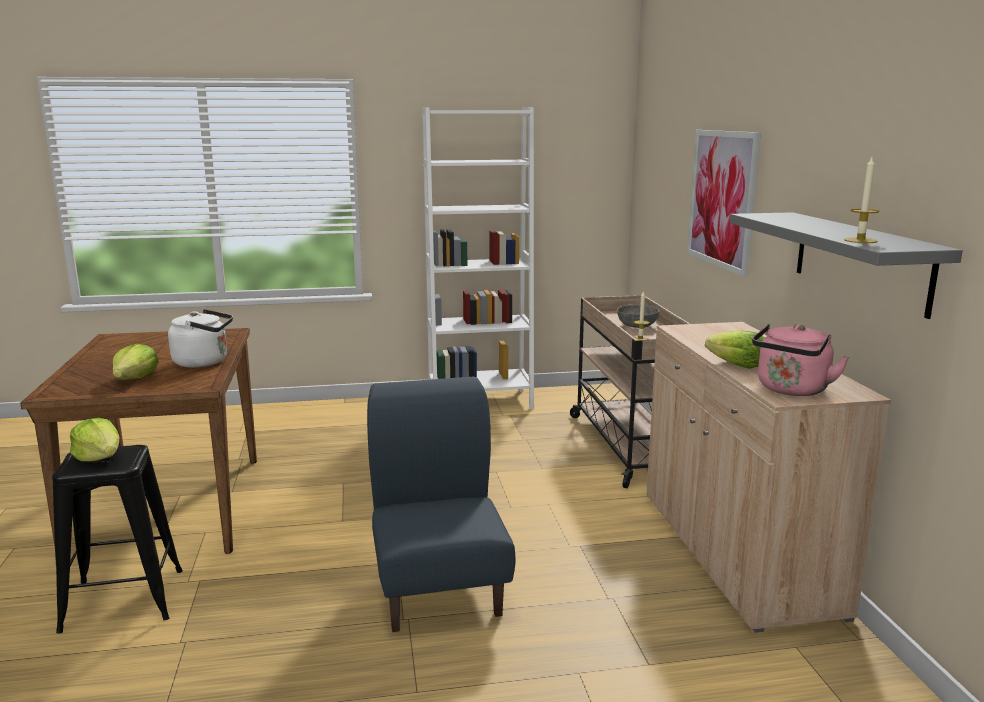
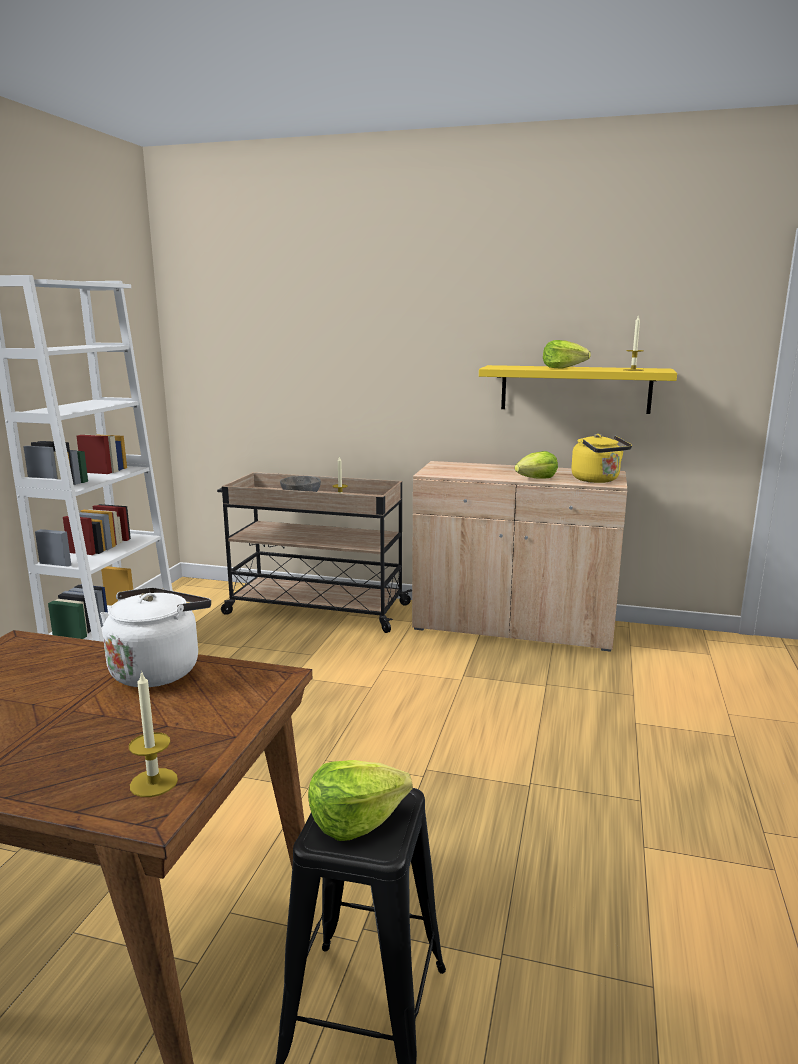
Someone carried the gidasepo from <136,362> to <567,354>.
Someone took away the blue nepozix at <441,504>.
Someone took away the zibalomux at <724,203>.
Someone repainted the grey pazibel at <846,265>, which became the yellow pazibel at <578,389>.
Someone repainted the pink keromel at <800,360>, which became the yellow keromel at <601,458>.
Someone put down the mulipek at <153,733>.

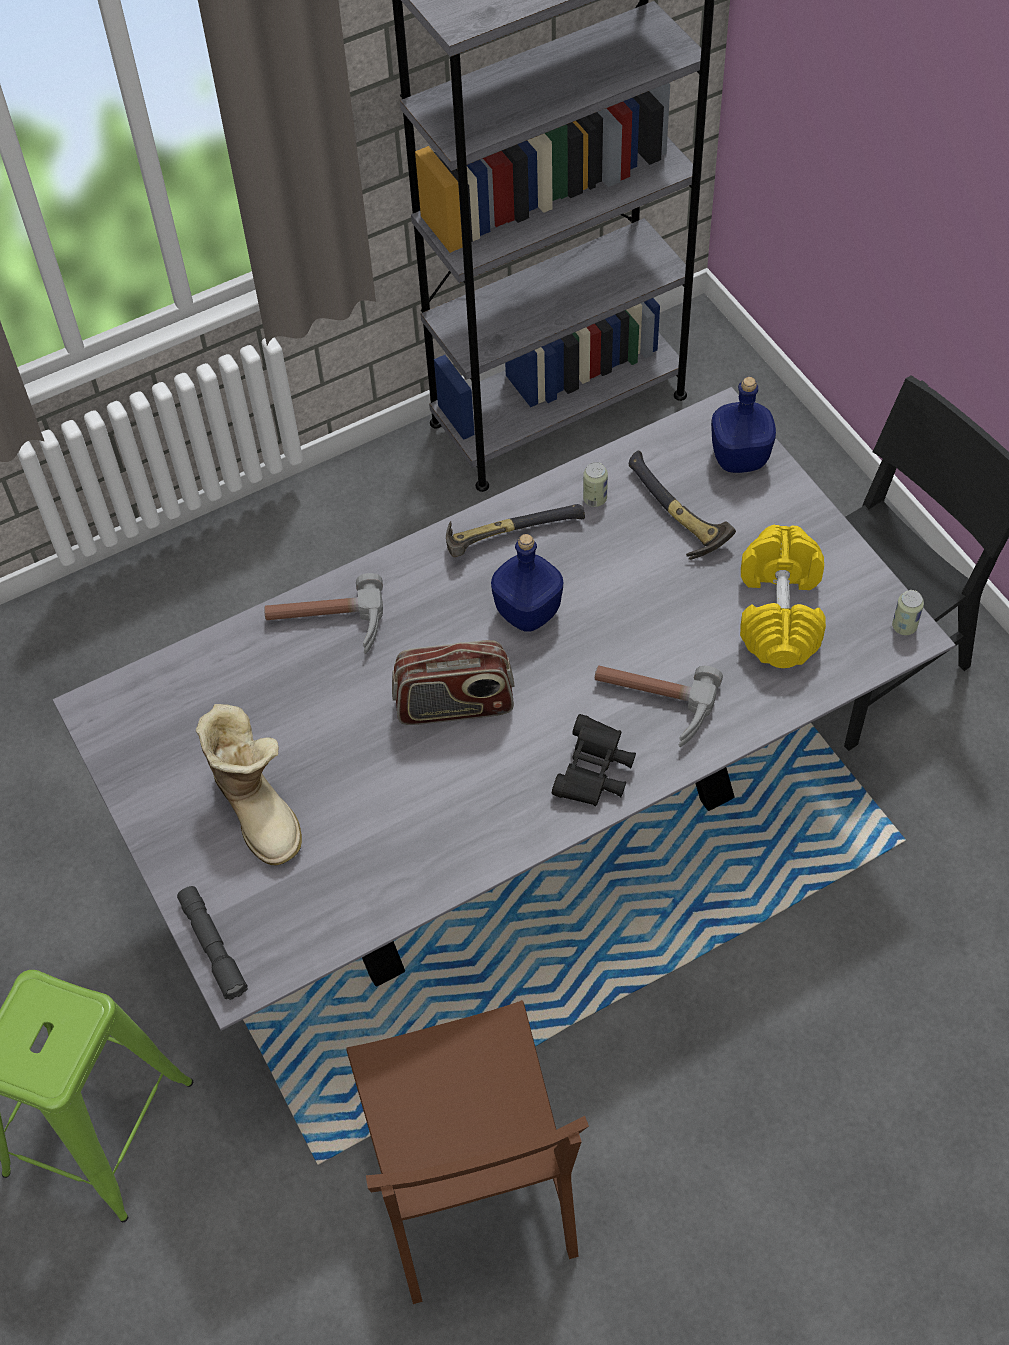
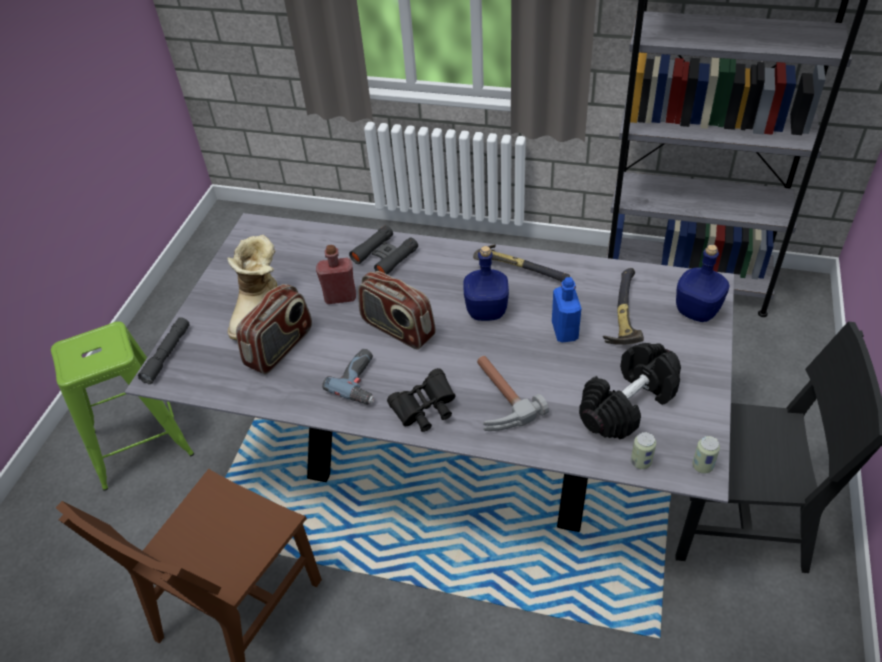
Someone swapped the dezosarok at <323,613> for the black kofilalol at <383,250>.
Someone carried the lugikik from <595,484> to <643,450>.
Someone repainted the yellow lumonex at <783,596>, which became the black lumonex at <630,391>.
Someone put down the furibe at <274,329>.
Someone put down the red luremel at <336,274>.
Someone put down the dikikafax at <348,377>.
Someone put down the blue luremel at <566,309>.

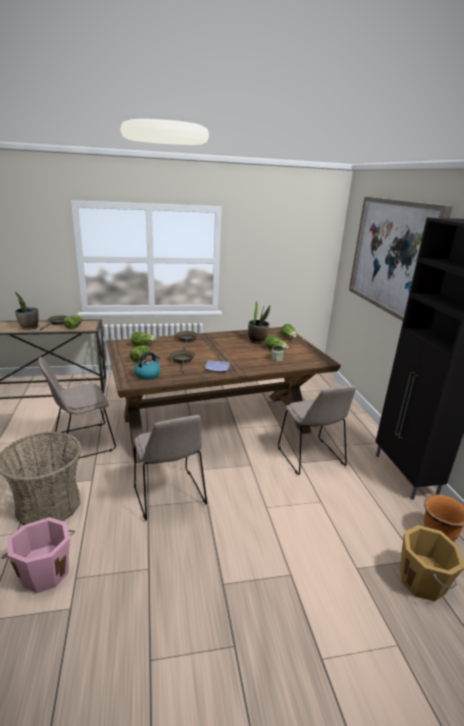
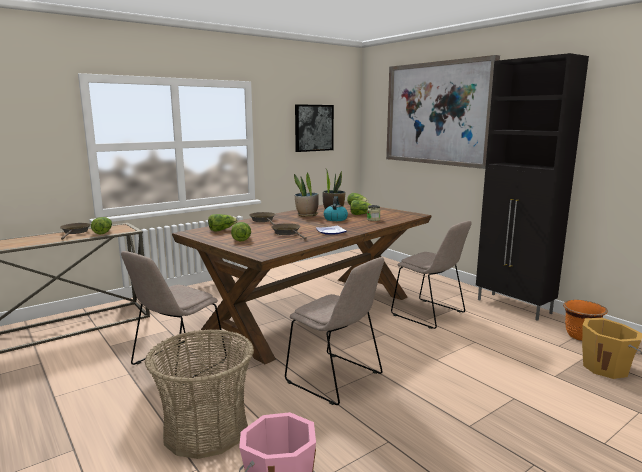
Someone carried the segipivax from <27,311> to <306,194>.
Someone carried the keromel from <147,366> to <336,208>.
Someone put up the zibalomux at <314,128>.

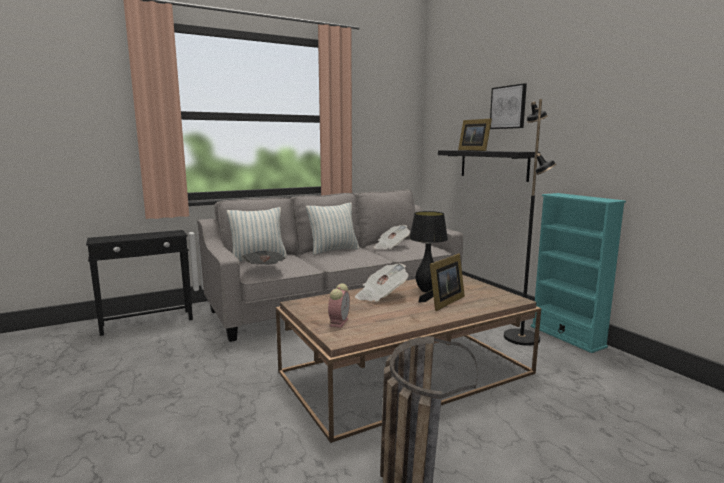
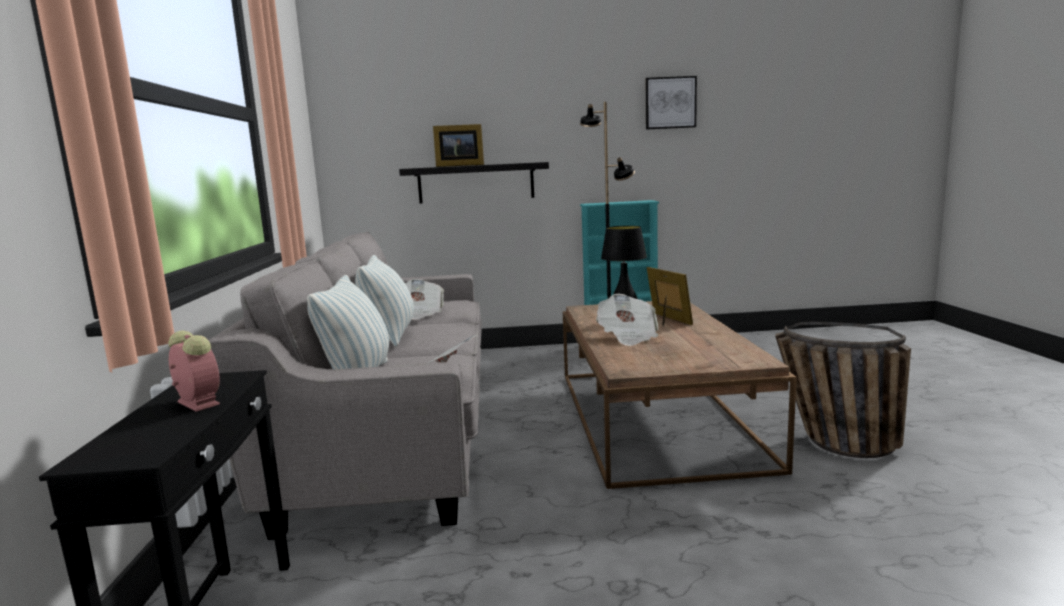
Someone carried the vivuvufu from <339,305> to <194,371>.
Someone carried the zibalomux from <508,106> to <671,103>.

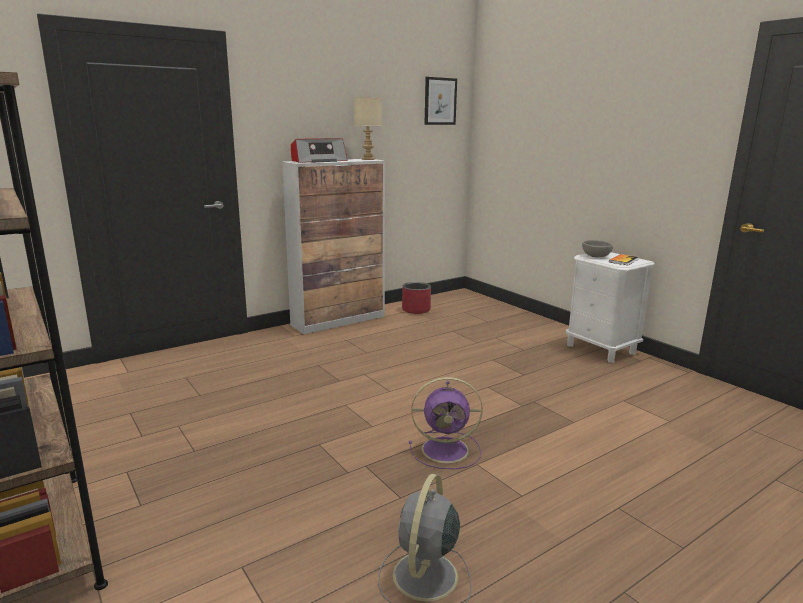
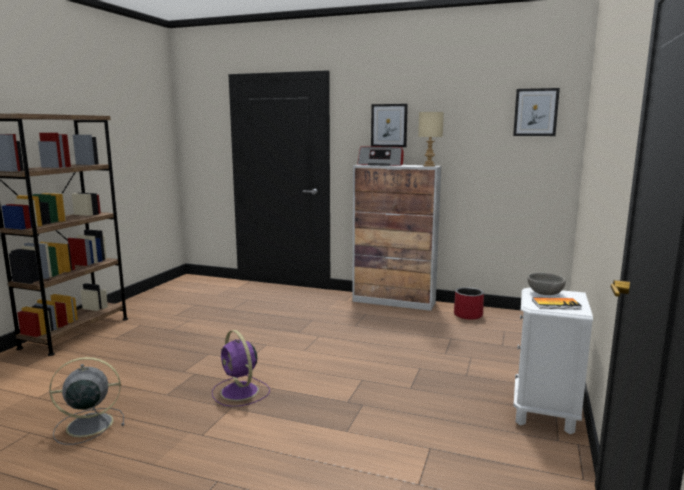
Someone put up the zibalomux at <389,125>.

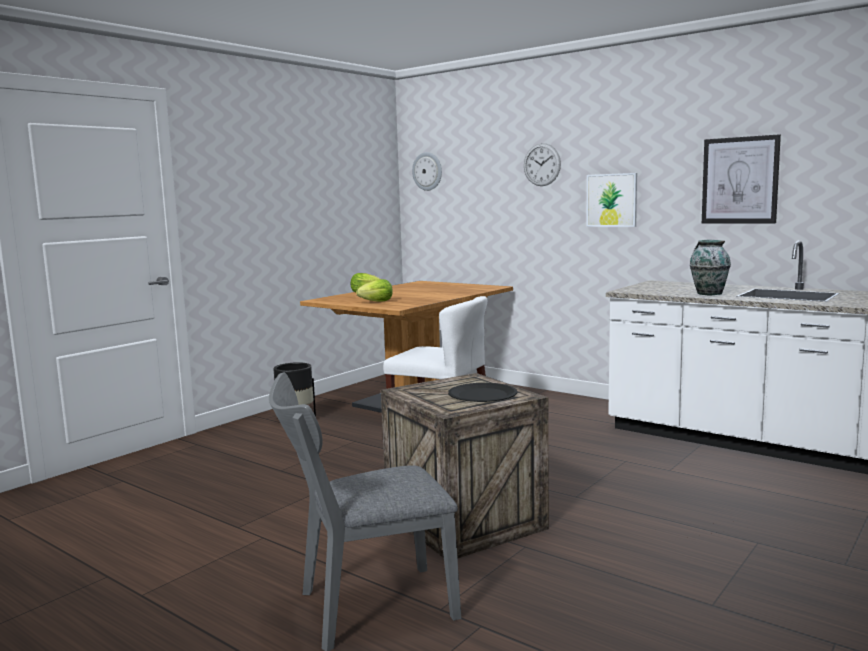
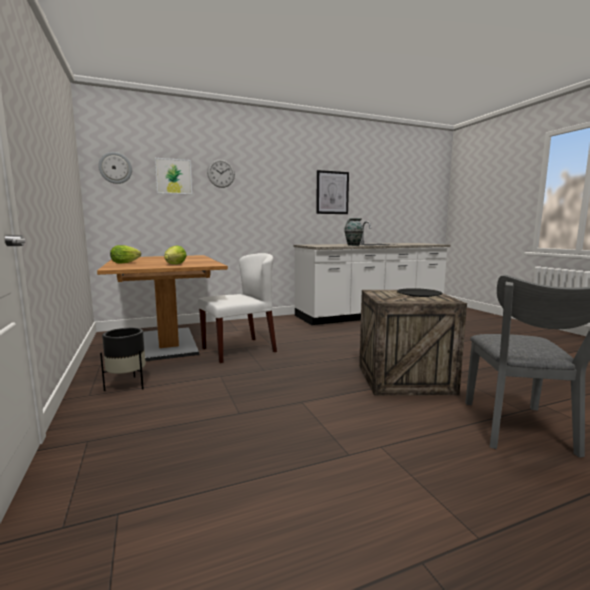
Someone carried the zibalomux from <611,200> to <173,176>.

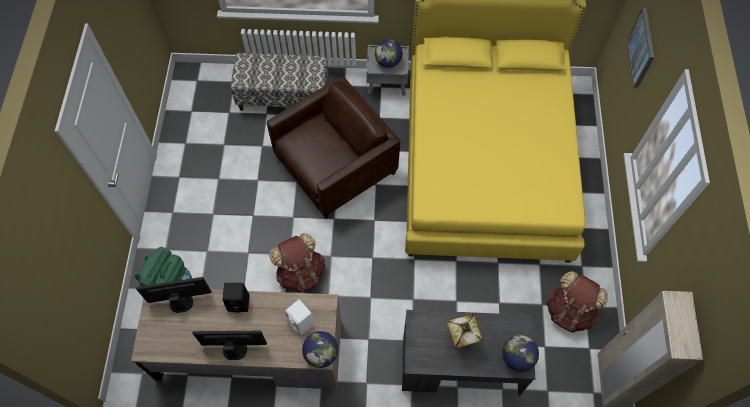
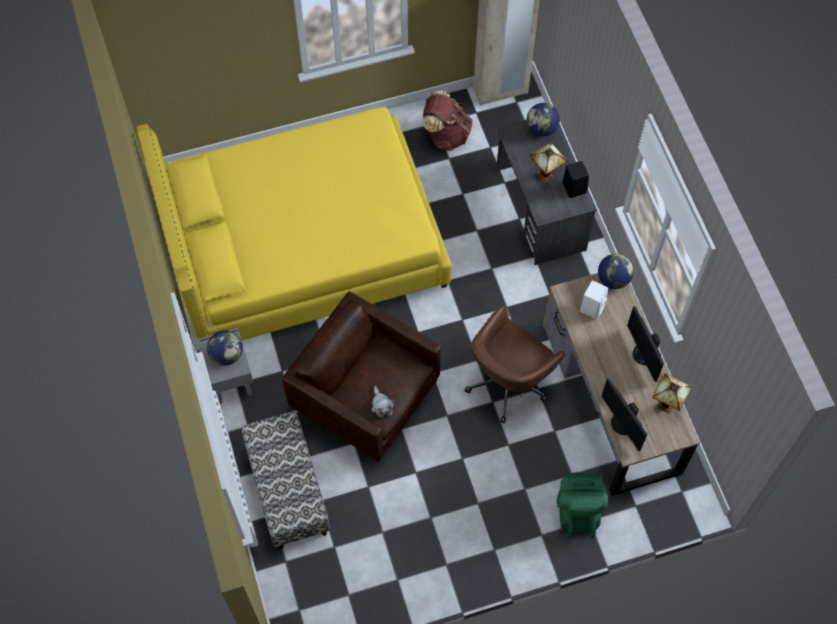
Someone carried the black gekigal from <236,297> to <576,179>.
Someone swapped the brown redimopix at <297,263> for the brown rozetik at <514,365>.
Someone took away the zibalomux at <640,48>.
Someone put down the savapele at <383,402>.
Someone put down the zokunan at <672,393>.

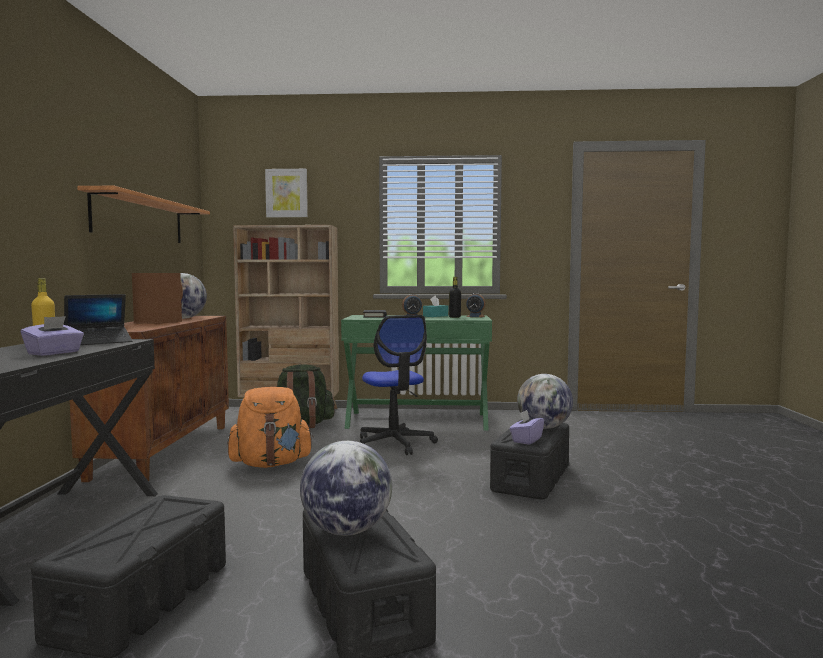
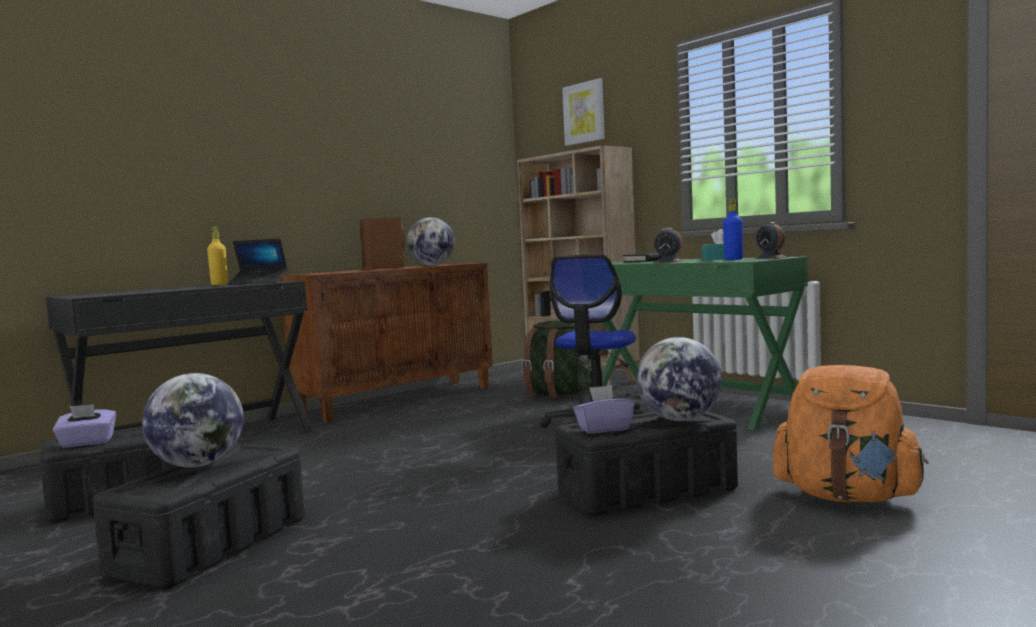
Someone carried the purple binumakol from <52,336> to <84,426>.
Someone took away the pazibel at <143,214>.
Someone carried the orange redimopix from <270,427> to <851,433>.
Someone repainted the black luremel at <455,297>, which became the blue luremel at <733,229>.

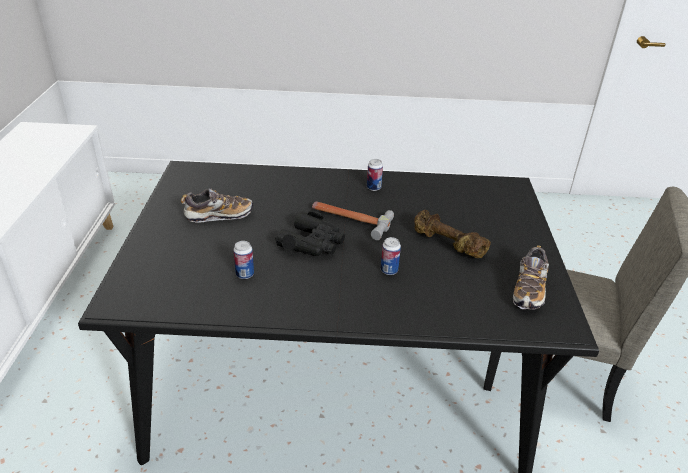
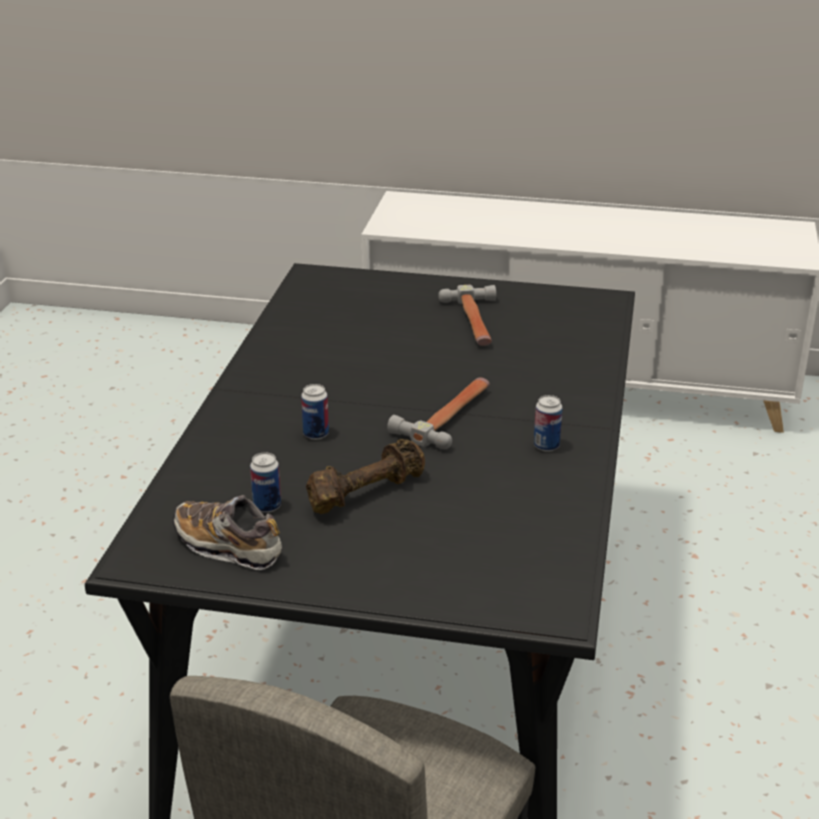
Someone swapped the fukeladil at <217,205> for the dezosarok at <467,315>.
Someone carried the lugikik from <243,260> to <265,482>.
Someone took away the black kofilalol at <310,233>.

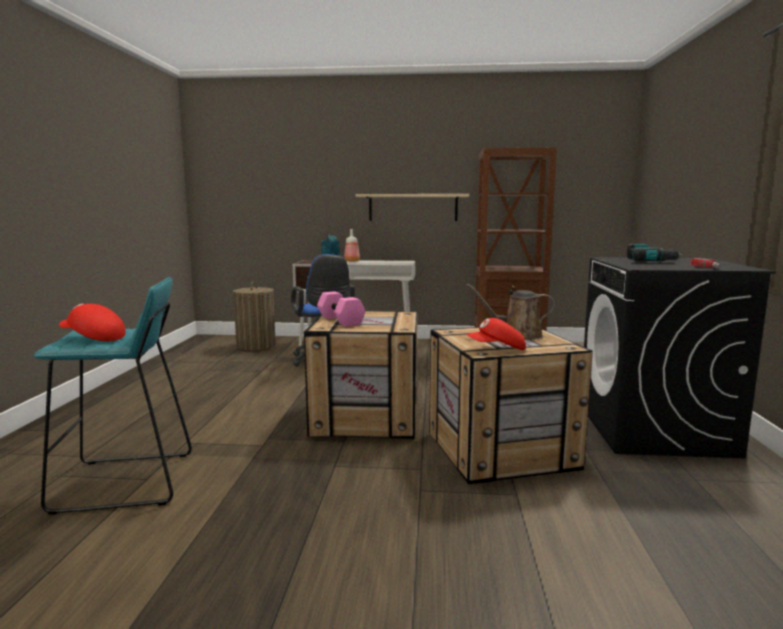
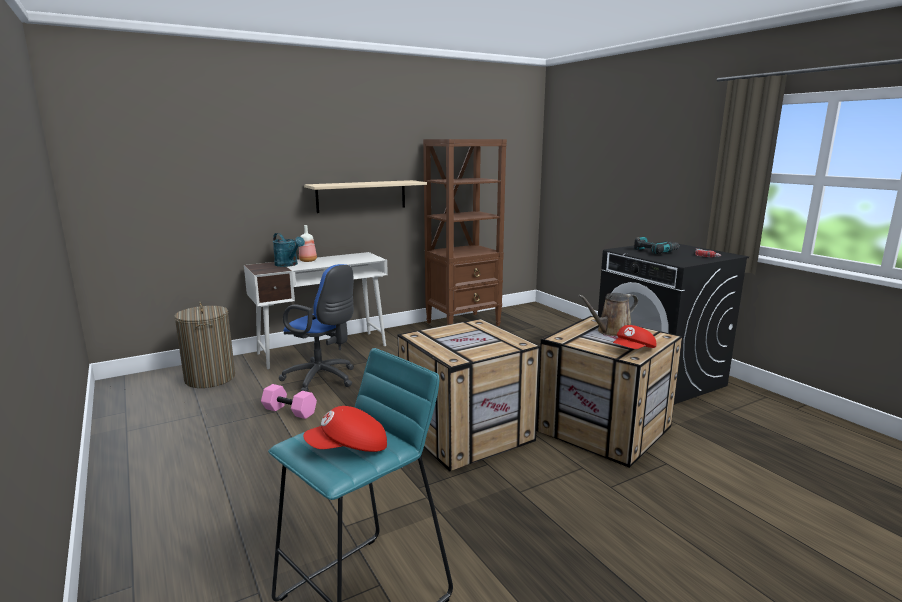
Someone carried the pink lumonex from <341,309> to <289,401>.

